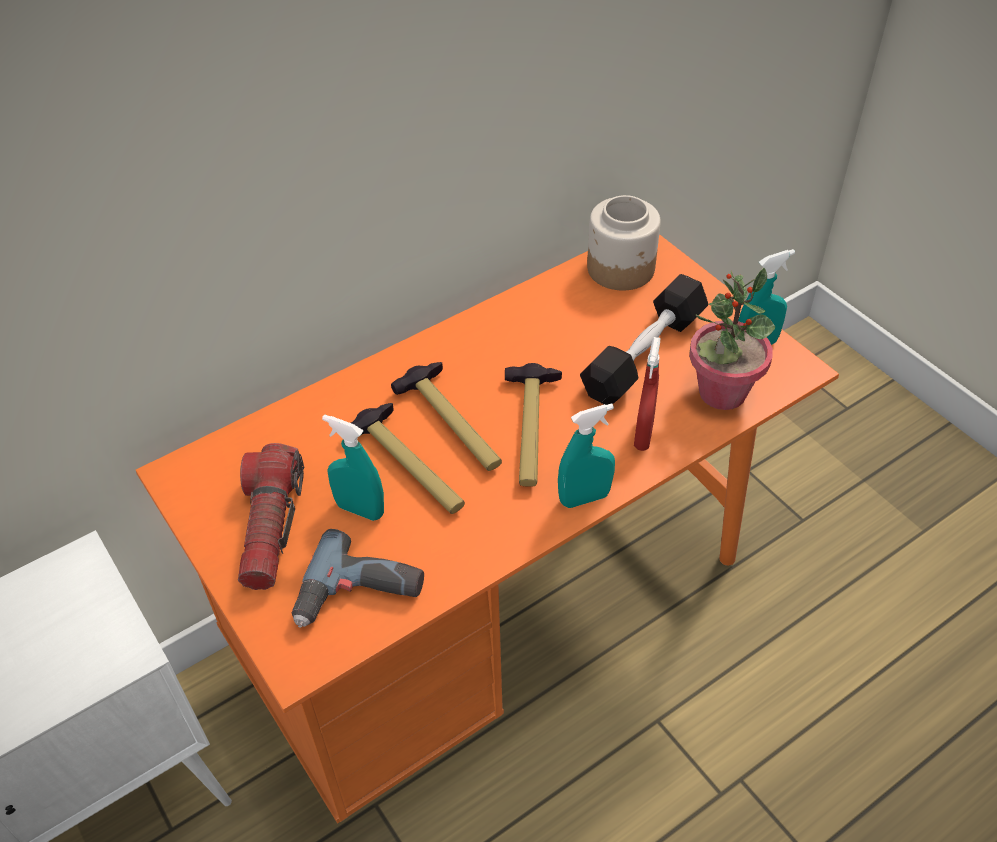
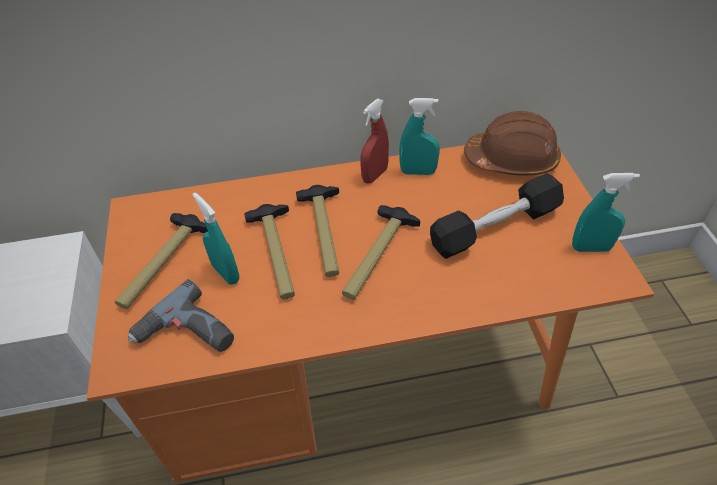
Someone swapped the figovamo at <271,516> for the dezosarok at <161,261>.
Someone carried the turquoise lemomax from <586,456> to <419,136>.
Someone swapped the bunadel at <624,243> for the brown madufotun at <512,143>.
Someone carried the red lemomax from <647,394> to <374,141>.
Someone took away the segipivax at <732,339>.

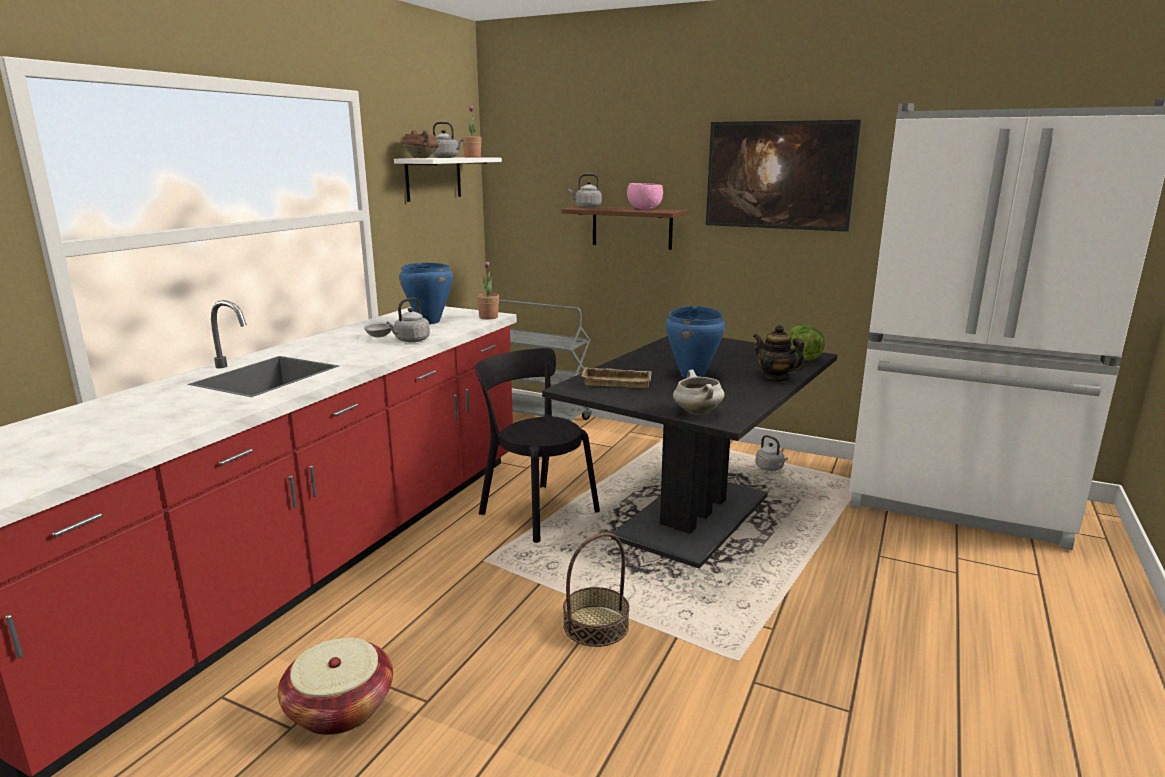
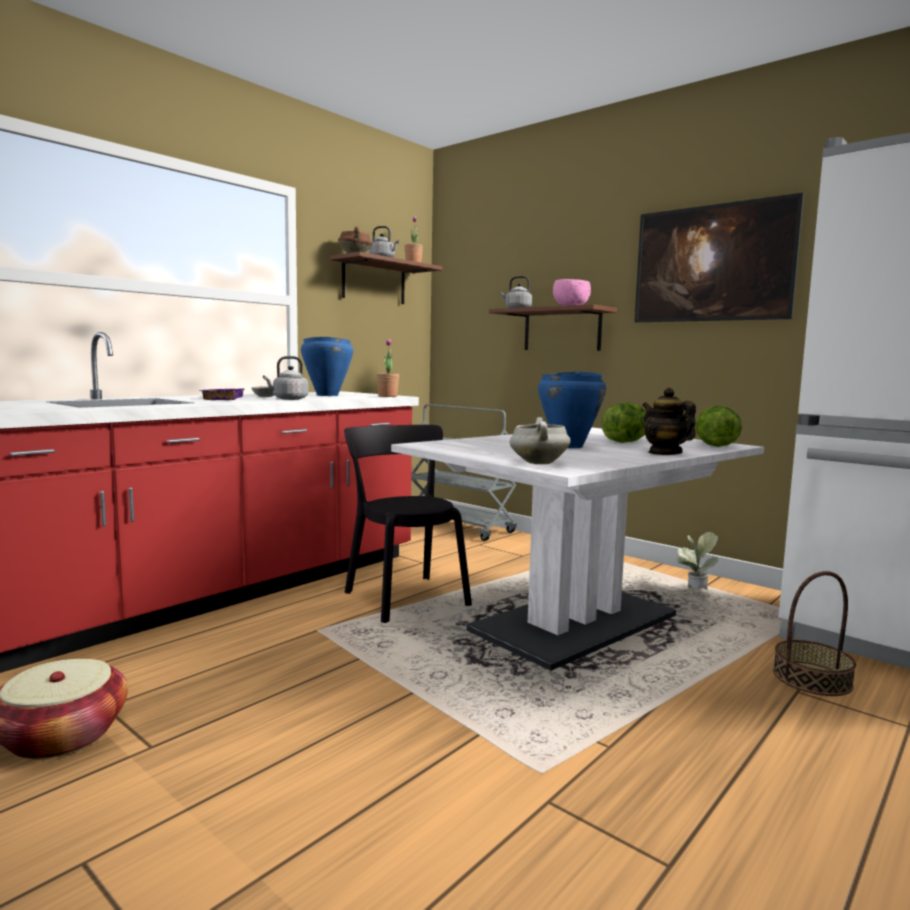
Someone repainted the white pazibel at <448,179>, which became the brown pazibel at <386,278>.
Someone repainted the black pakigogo at <689,452>, which became the white pakigogo at <577,549>.
Someone carried the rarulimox from <596,590> to <814,633>.
Someone took away the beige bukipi at <616,377>.
Someone swapped the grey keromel at <771,453> for the segipivax at <698,562>.
Someone put down the purple bukipi at <221,394>.
Someone put down the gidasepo at <623,422>.

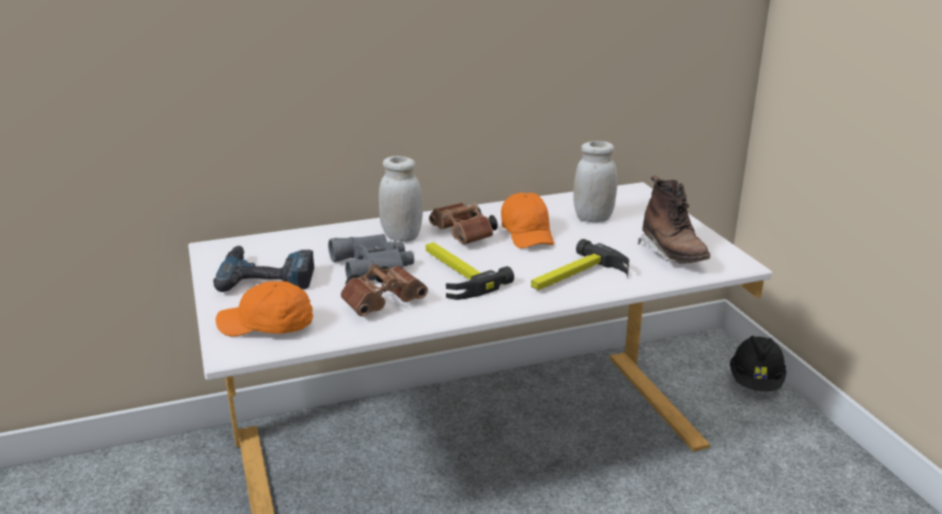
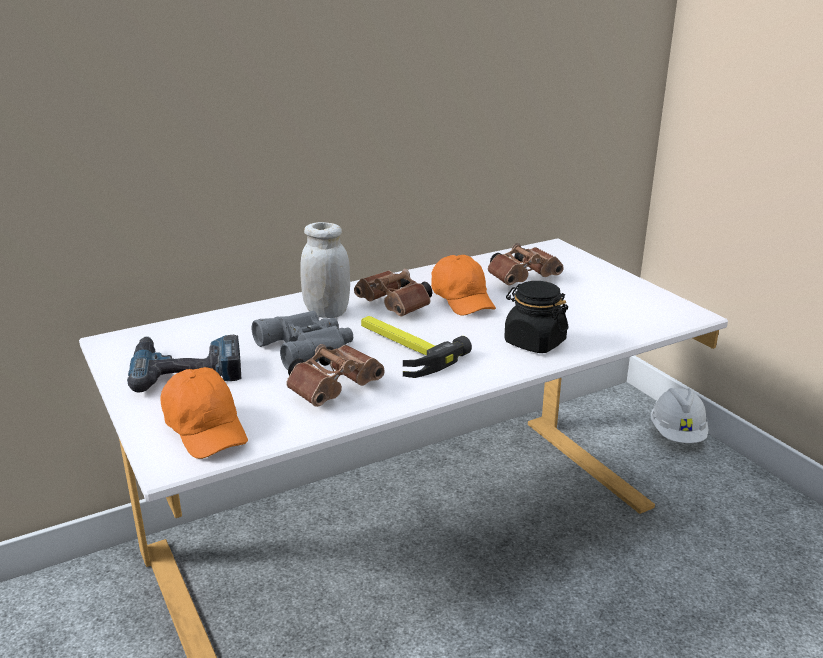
Someone rotated the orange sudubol at <264,309> by 120 degrees counterclockwise.
Someone swapped the dezosarok at <580,264> for the black bunadel at <536,317>.
Someone swapped the white bunadel at <595,182> for the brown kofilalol at <525,264>.
Someone took away the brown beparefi at <674,220>.
Someone repainted the black madufotun at <758,363>, which became the white madufotun at <679,415>.

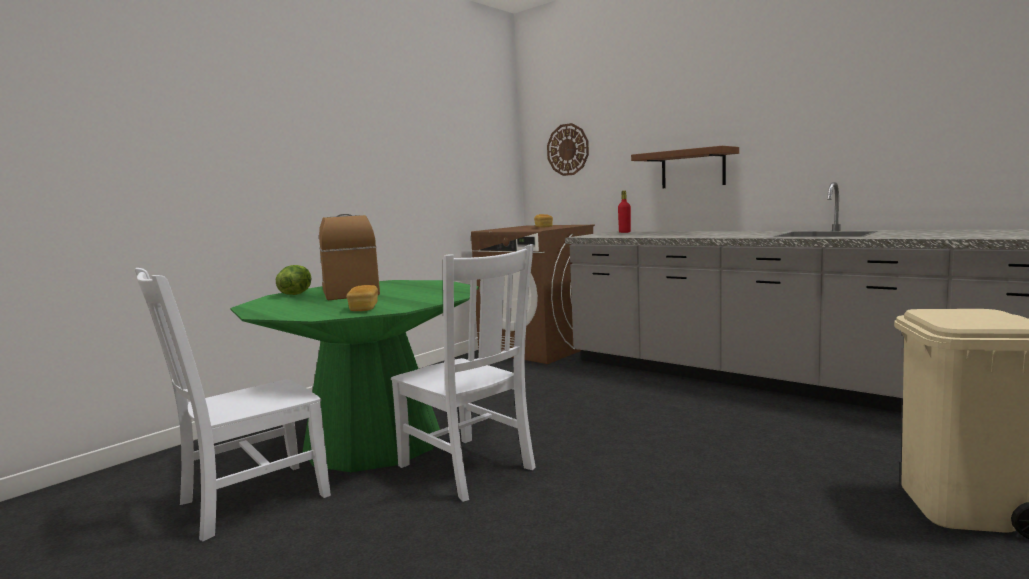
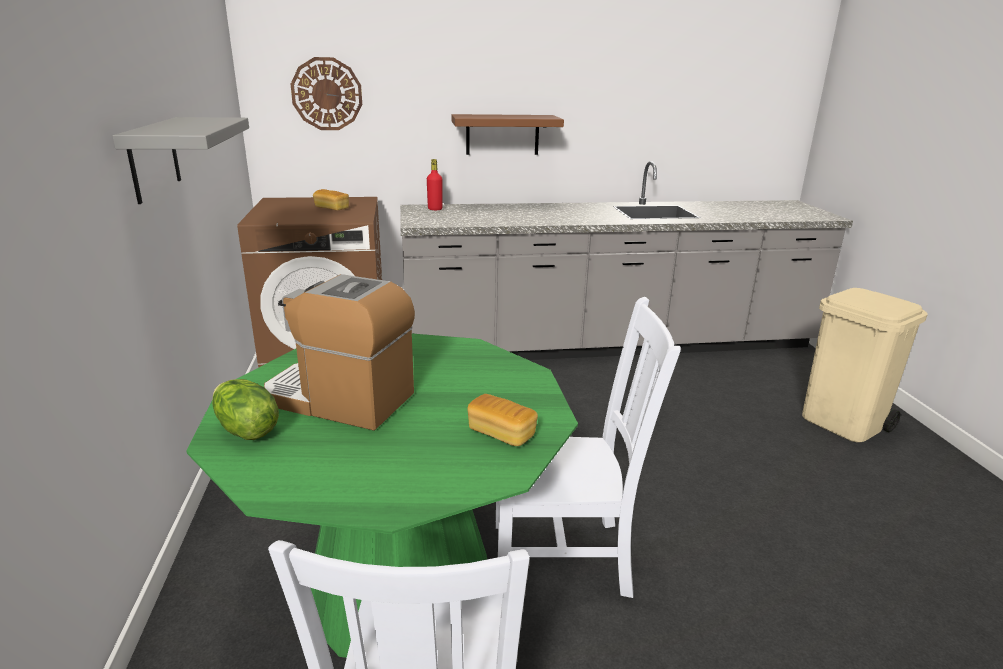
Someone put up the grey pazibel at <180,160>.

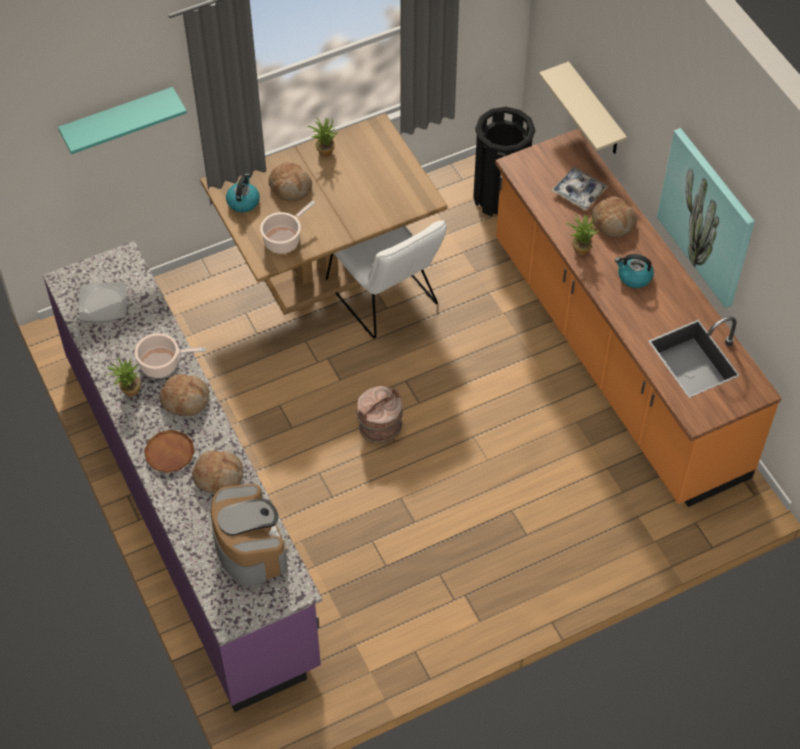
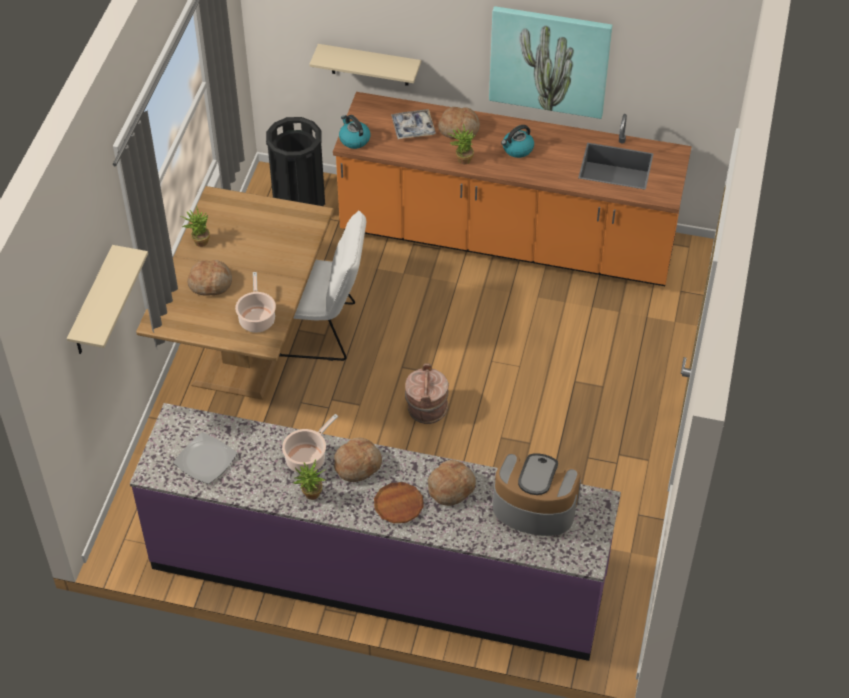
Someone repainted the turquoise pazibel at <122,120>, which became the beige pazibel at <107,299>.
Someone carried the keromel from <243,193> to <355,132>.

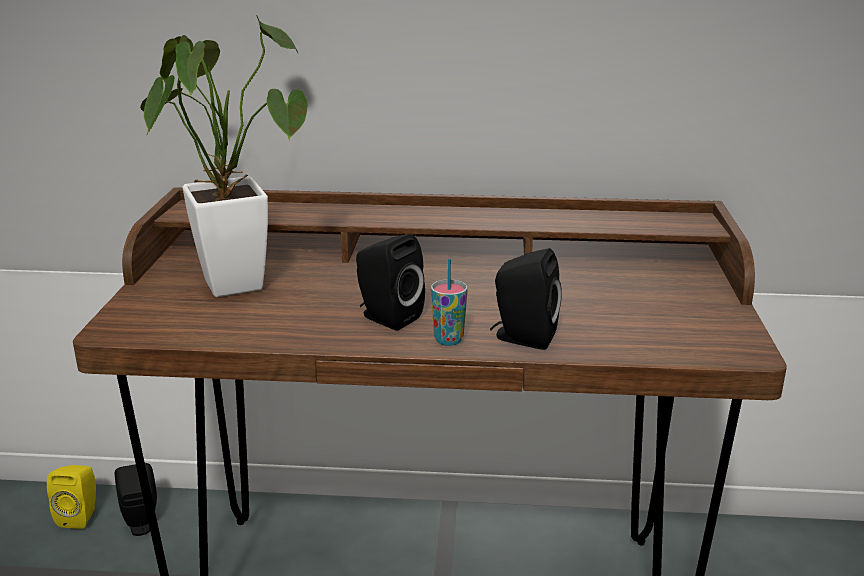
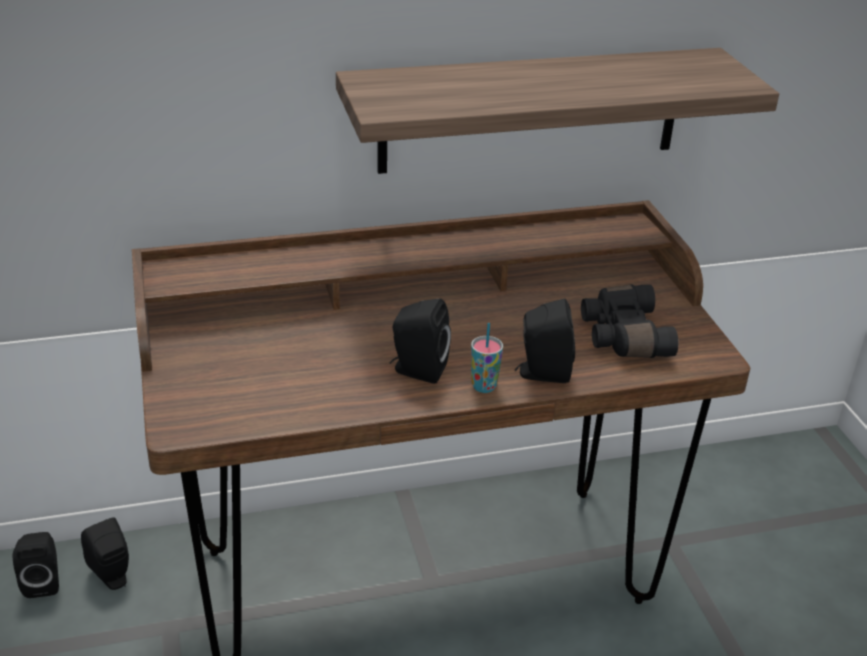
Someone repainted the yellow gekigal at <71,497>, which became the black gekigal at <36,565>.
Someone took away the segipivax at <224,156>.
Someone put up the pazibel at <557,111>.
Someone put down the black kofilalol at <629,321>.

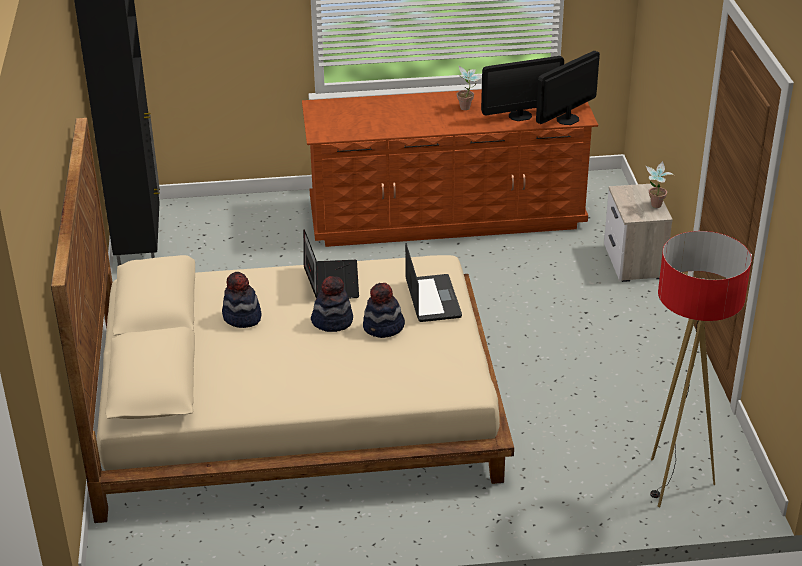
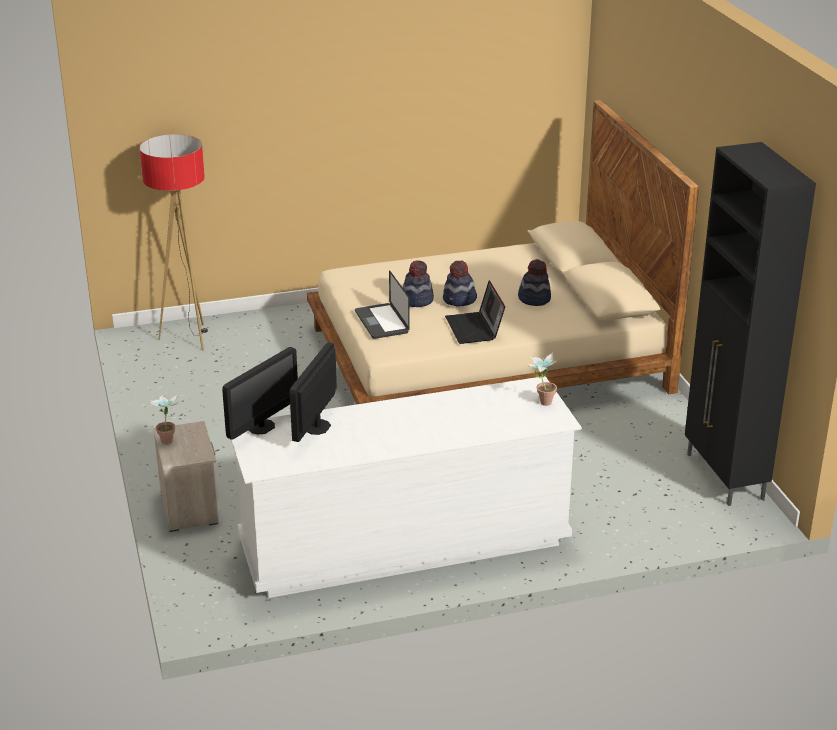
Someone repainted the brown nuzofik at <450,168>, which became the white nuzofik at <406,487>.
Someone carried the segipivax from <469,88> to <541,379>.
Someone rotated the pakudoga at <522,88> by 45 degrees counterclockwise.

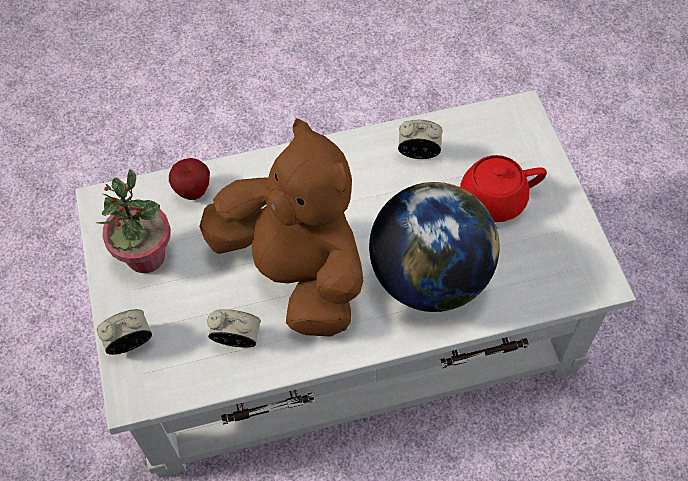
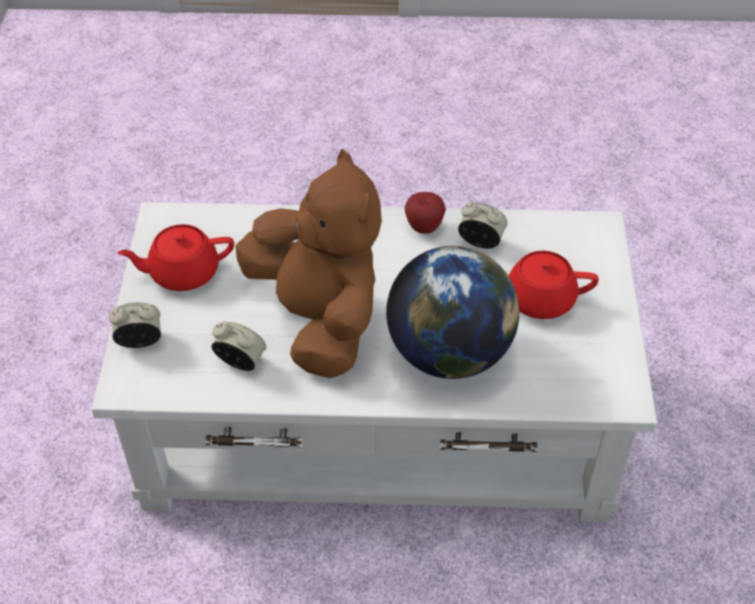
Someone swapped the segipivax at <133,221> for the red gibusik at <176,257>.
Someone carried the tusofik from <189,179> to <425,213>.

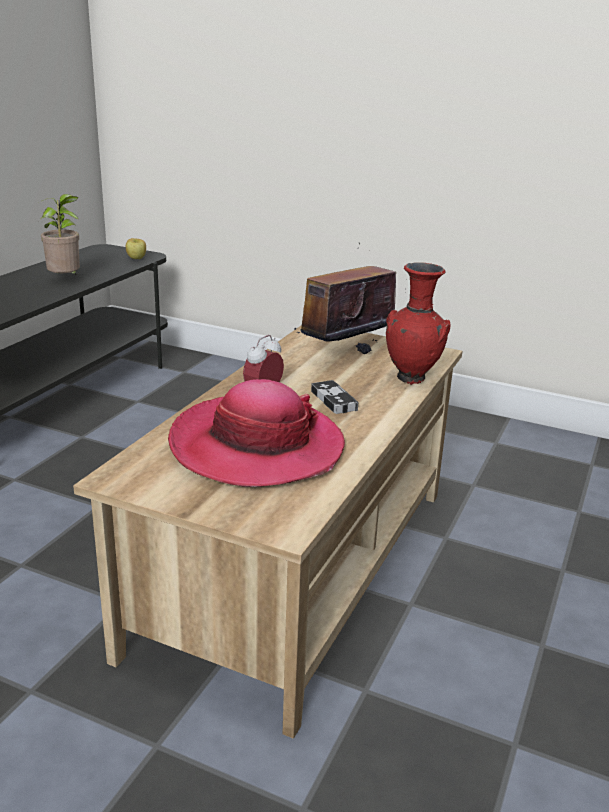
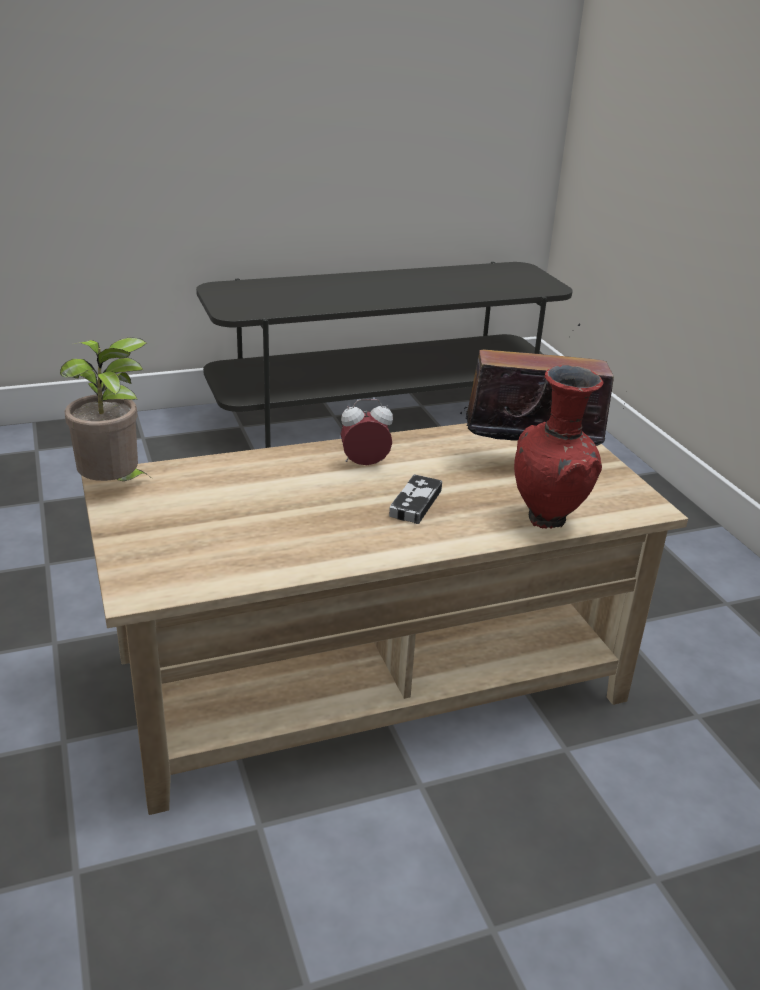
Someone carried the segipivax from <60,234> to <104,409>.
Someone took away the tusofik at <136,248>.
Someone took away the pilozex at <256,433>.

